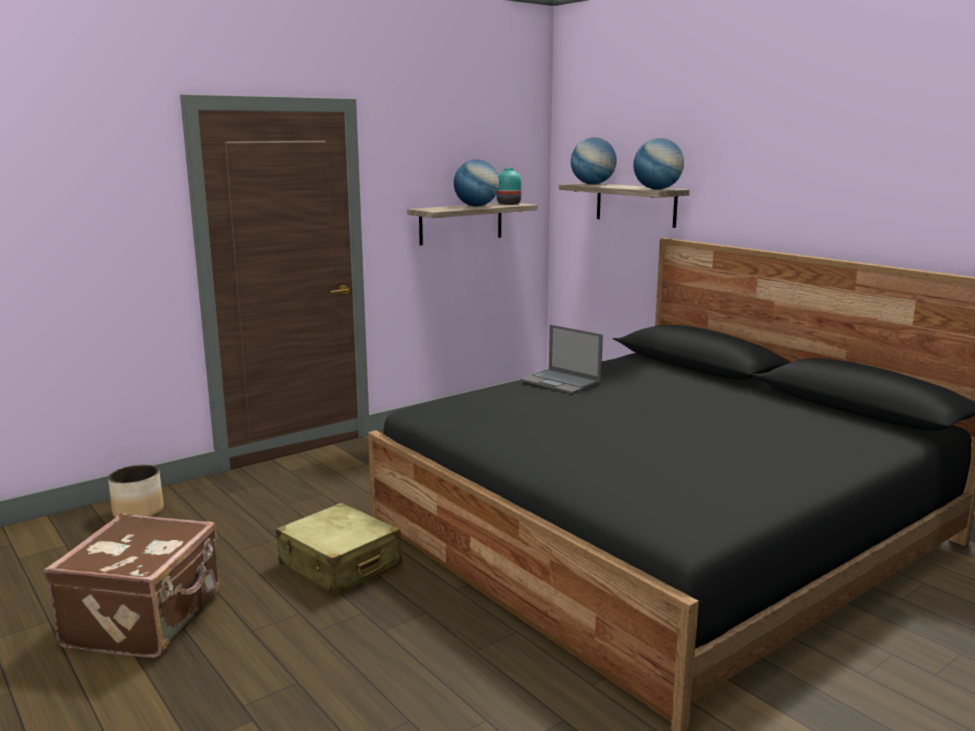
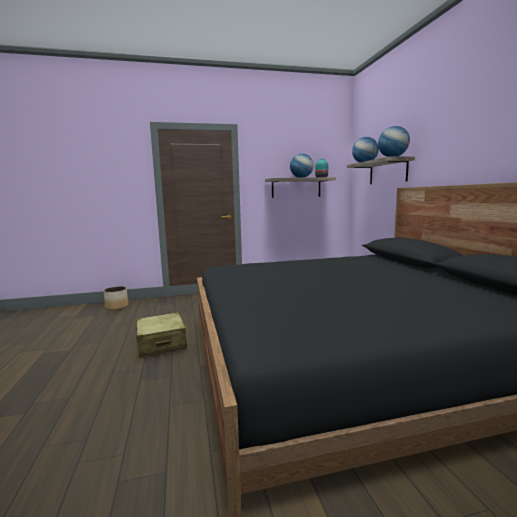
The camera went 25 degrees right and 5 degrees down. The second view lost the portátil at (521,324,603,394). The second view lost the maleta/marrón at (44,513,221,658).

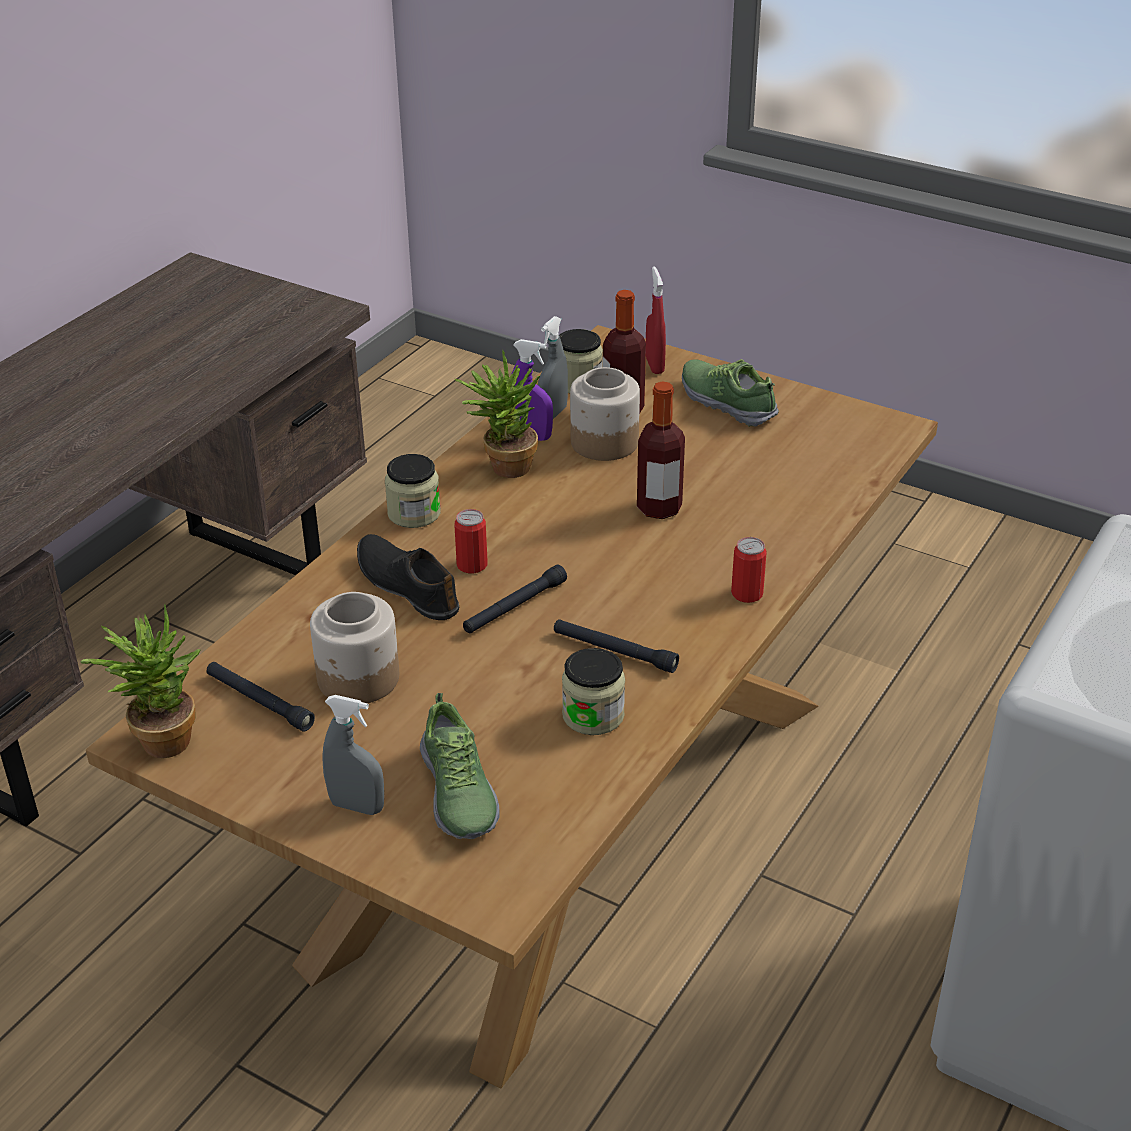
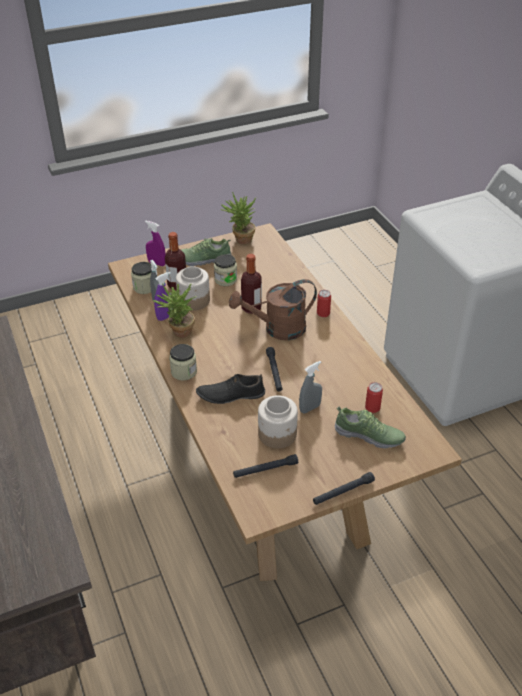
The camera went 55 degrees left and 5 degrees up. What was the pulverizador/rojo at (646,266,666,374) turned into the pulverizador/morado at (145,221,166,266). The lata ended up elsewhere, having gone from (454,509,488,573) to (365,382,383,413). The planta en maceta ended up elsewhere, having gone from (80,604,201,758) to (220,192,256,244). The linterna/negro ended up elsewhere, having gone from (554,619,679,673) to (313,472,375,505). The tarro ended up elsewhere, having gone from (562,648,625,735) to (214,254,237,286). The pulverizador/gris ended up elsewhere, having gone from (322,695,384,815) to (299,361,322,413). The second view gained the regadera/marrón at (229,279,317,340).

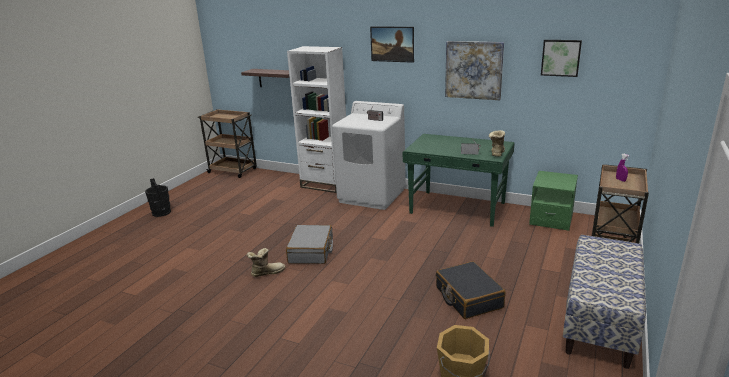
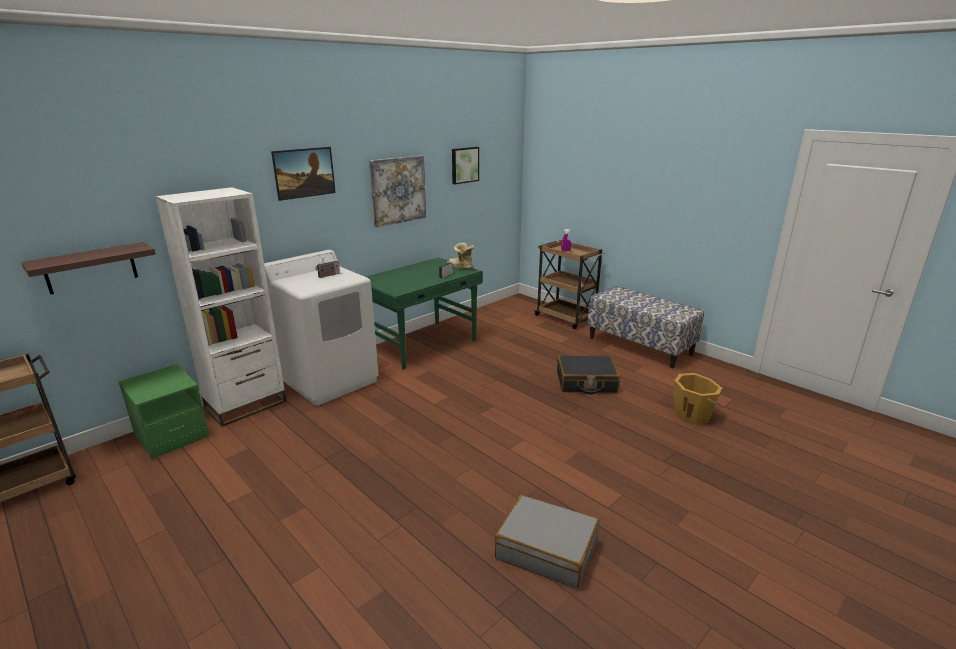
The camera went 70 degrees left and 0 degrees up. The mesita de noche/verde ended up elsewhere, having gone from (529,171,578,231) to (119,364,210,459). The second view lost the cubo/negro at (145,178,171,217). The maleta/gris ended up elsewhere, having gone from (286,225,333,264) to (495,495,599,588). The second view lost the bota at (246,248,285,277).

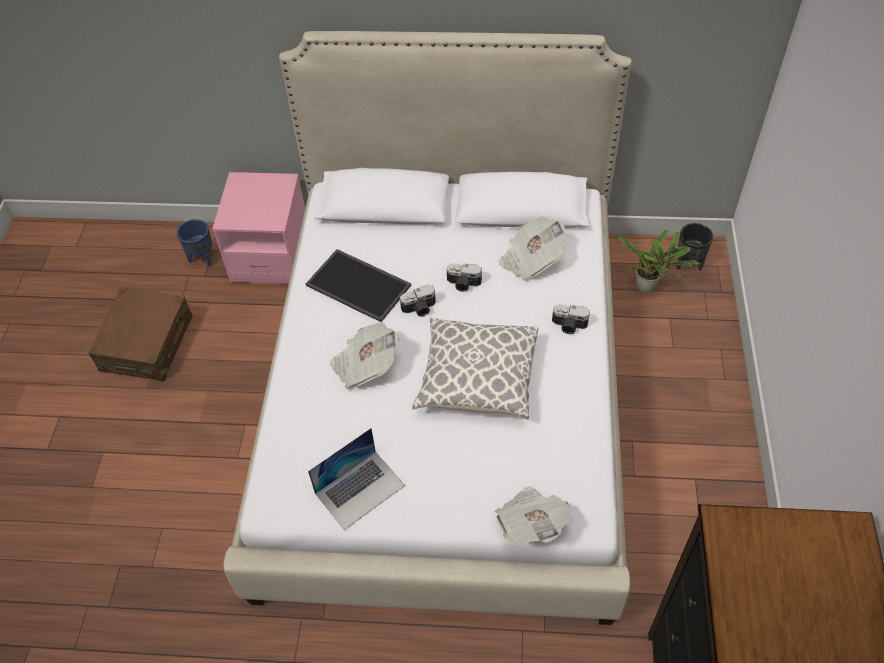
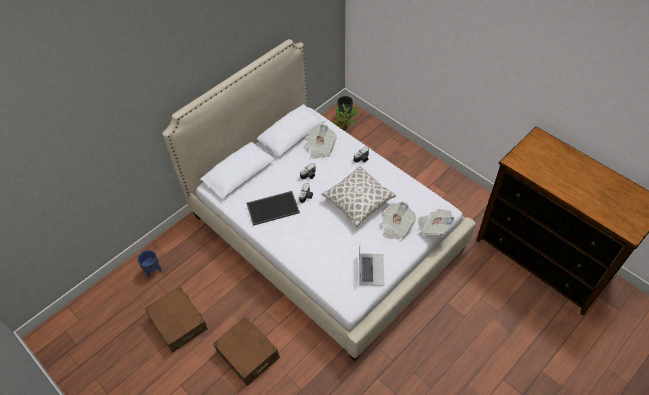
The camera went 50 degrees left and 0 degrees up. The second view lost the mesita de noche/rosa at (212,172,305,284). The periódico ended up elsewhere, having gone from (330,322,399,389) to (381,202,416,240). The second view gained the maleta/marrón at (213,316,280,386).

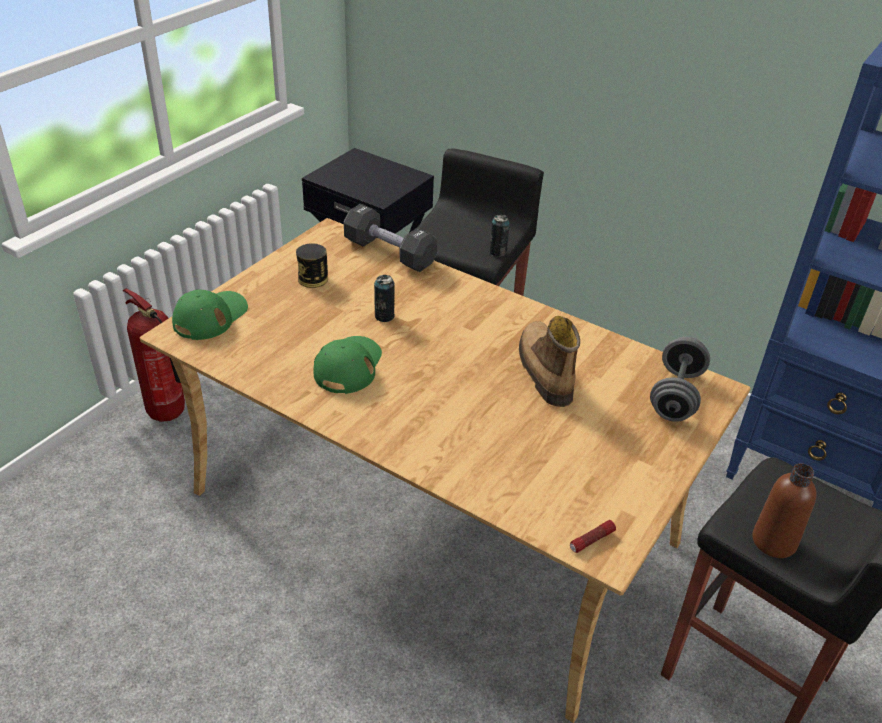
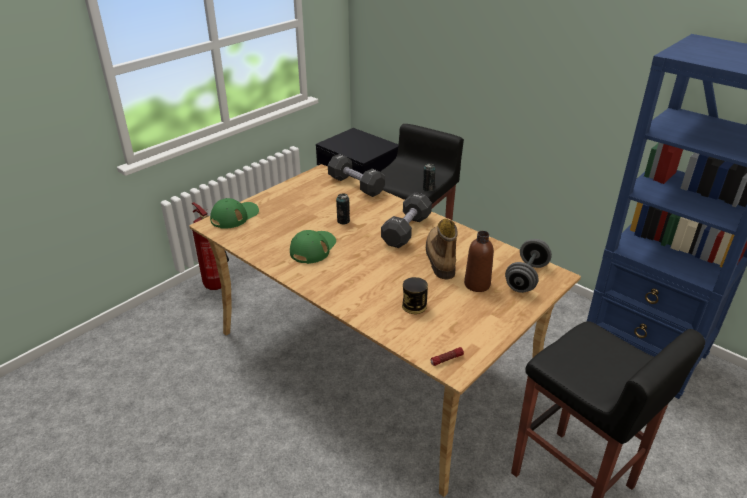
The camera went 10 degrees right and 5 degrees down. The lata ended up elsewhere, having gone from (296,243,328,288) to (402,277,428,314). The botella/marrón ended up elsewhere, having gone from (752,463,817,558) to (464,231,494,292). The second view gained the mancuerna/negro at (381,192,432,248).

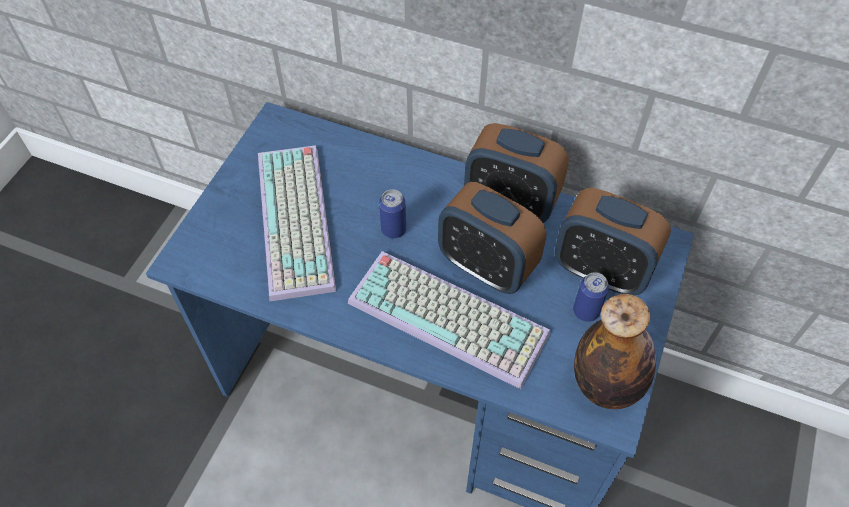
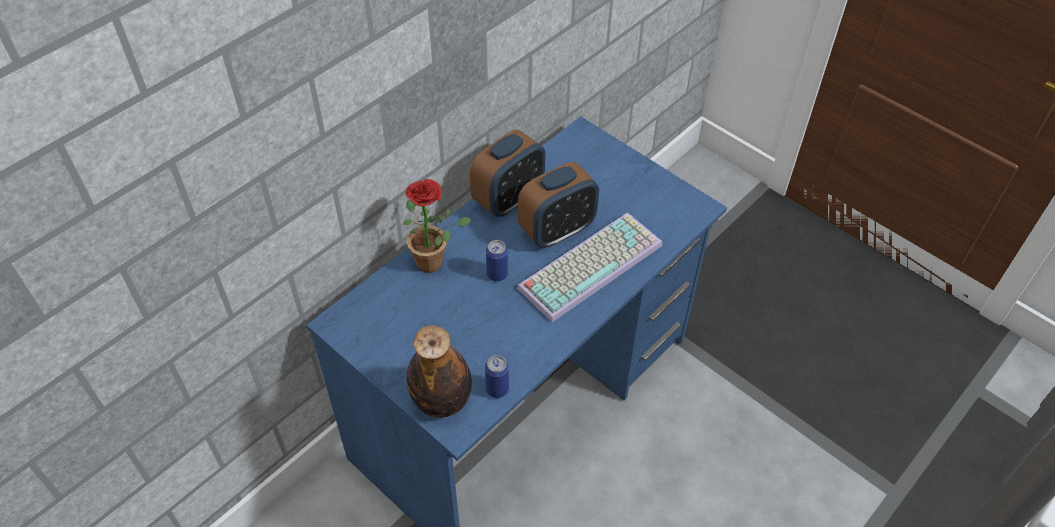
The camera went 70 degrees left and 5 degrees down. The second view lost the teclado at (258,145,336,301). The second view lost the despertador at (555,188,671,296). The lata ended up elsewhere, having gone from (573,272,609,322) to (485,355,509,398). The botella ended up elsewhere, having gone from (574,294,656,409) to (407,325,472,418). The second view gained the planta en maceta at (403,179,471,273).

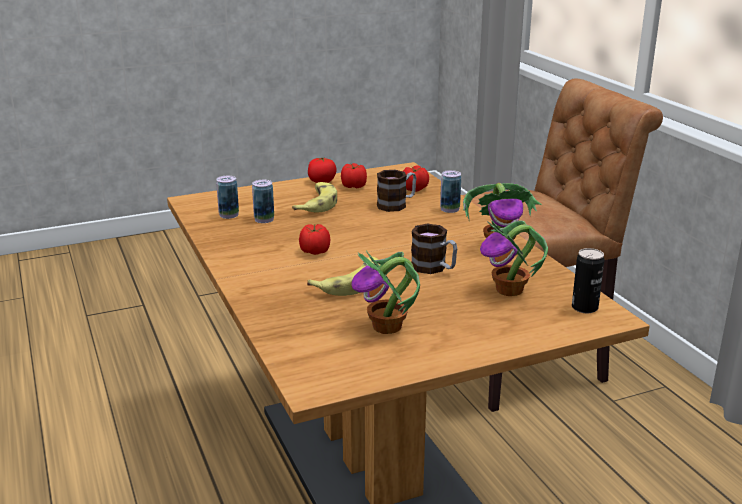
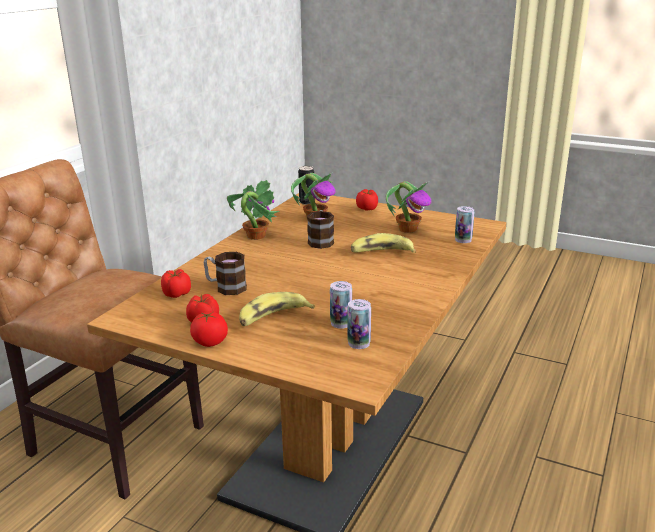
The camera went 130 degrees left and 0 degrees up. The lata ended up elsewhere, having gone from (440,170,461,213) to (455,206,474,243). The tomate ended up elsewhere, having gone from (299,224,330,255) to (356,189,378,211).

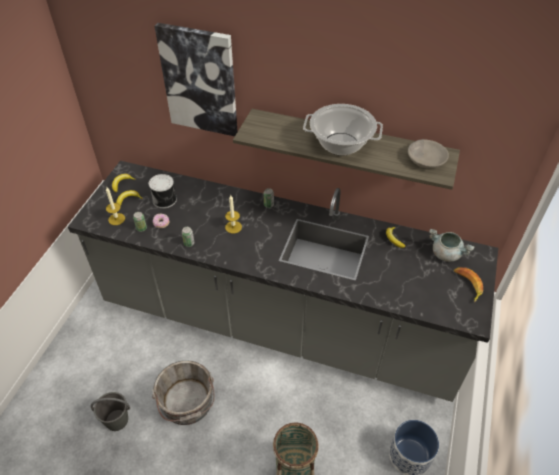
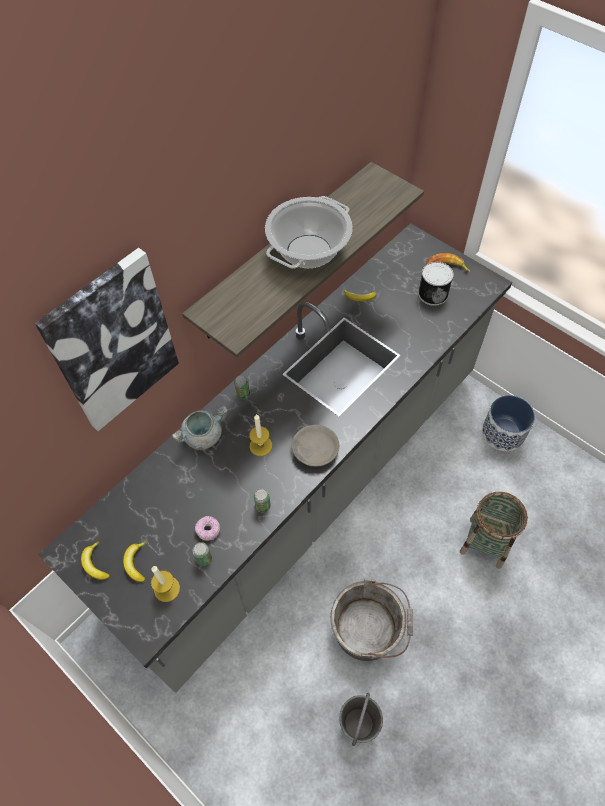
The camera went 65 degrees left and 10 degrees up. The cuenco/gris ended up elsewhere, having gone from (408,139,449,169) to (292,425,339,467). The lata ended up elsewhere, having gone from (149,174,177,208) to (418,262,454,306). The olla/gris ended up elsewhere, having gone from (429,229,475,262) to (172,405,228,450).

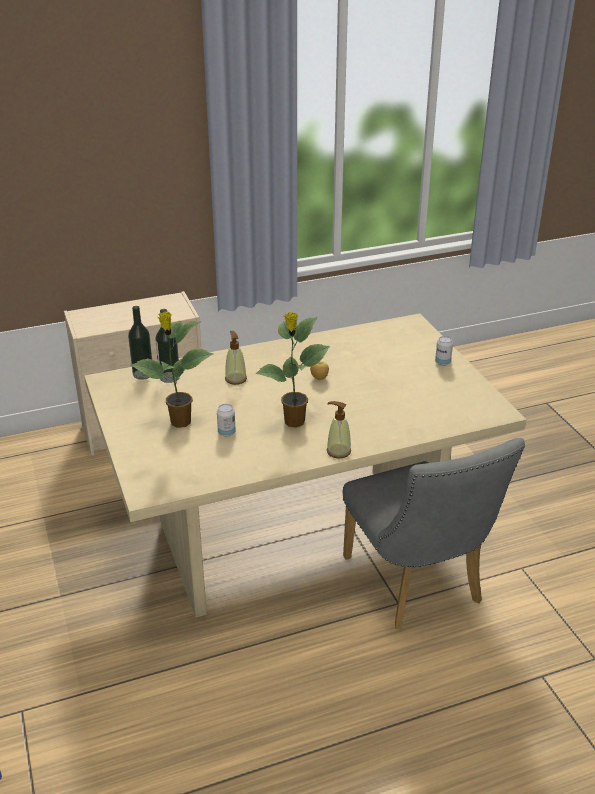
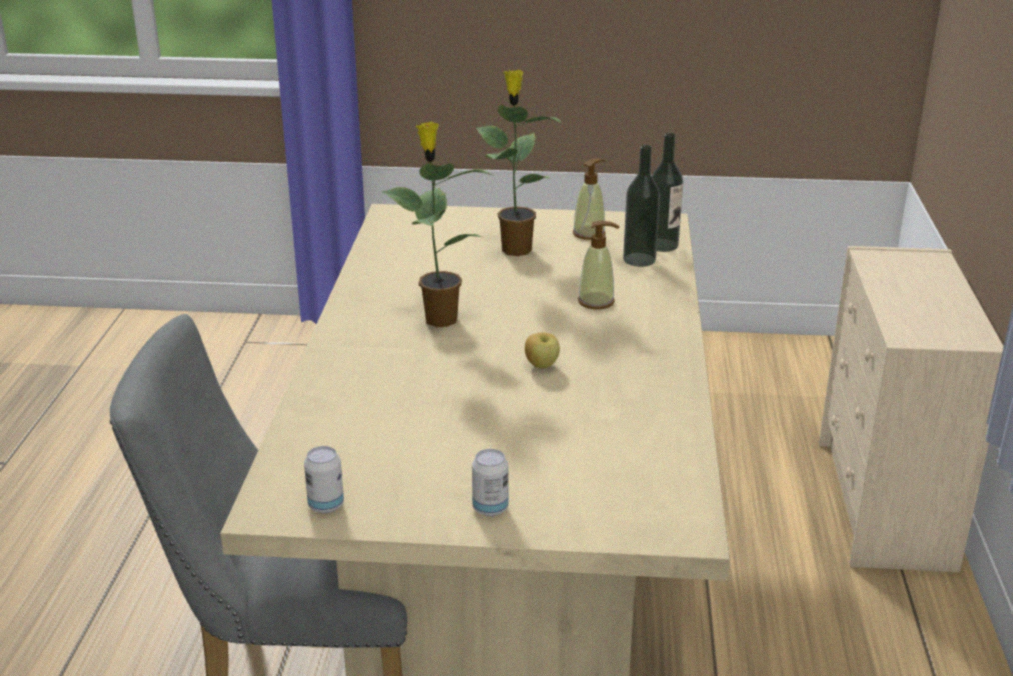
The camera went 115 degrees right and 5 degrees down. The dispensador de jabón ended up elsewhere, having gone from (327,401,351,459) to (573,158,606,240). The lata ended up elsewhere, having gone from (217,404,236,437) to (304,446,344,513).

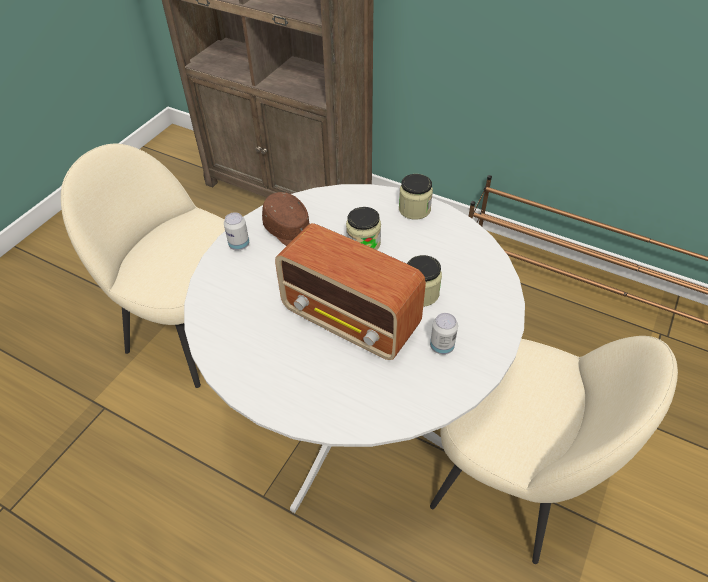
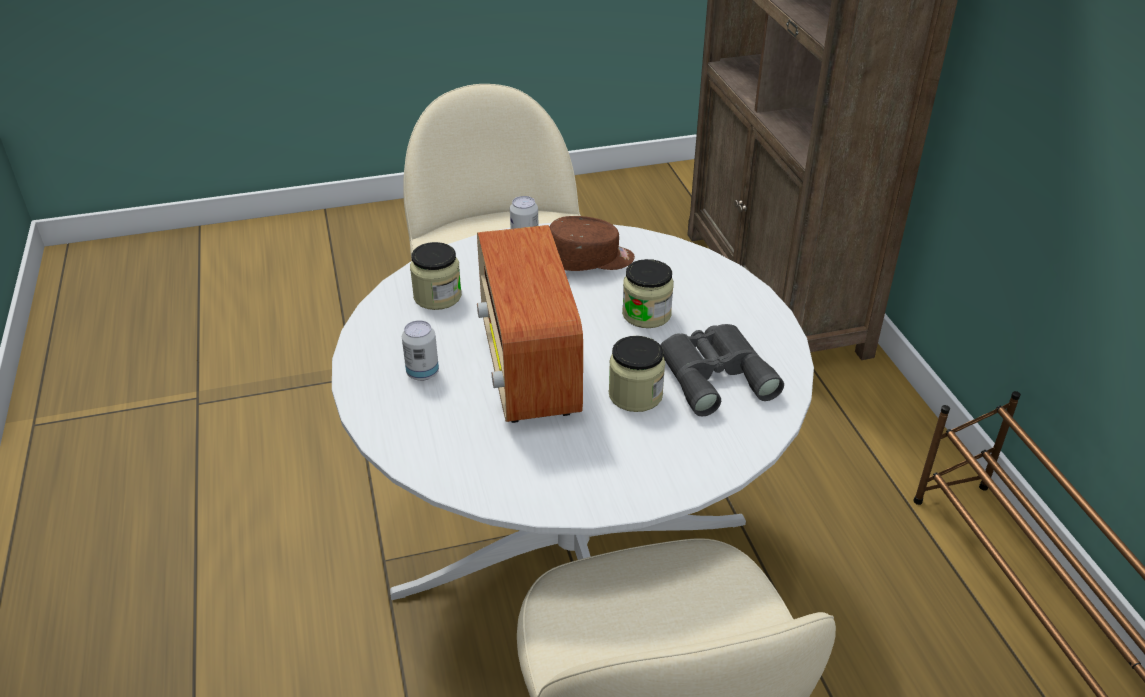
The camera went 45 degrees right and 10 degrees down. The tarro ended up elsewhere, having gone from (399,174,433,220) to (410,242,462,310). The gorra/marrón at (262,192,310,246) ended up facing another way, 105 degrees counterclockwise from before. The lata ended up elsewhere, having gone from (430,313,458,355) to (402,320,439,381). The second view gained the prismáticos/gris at (660,324,784,417).

